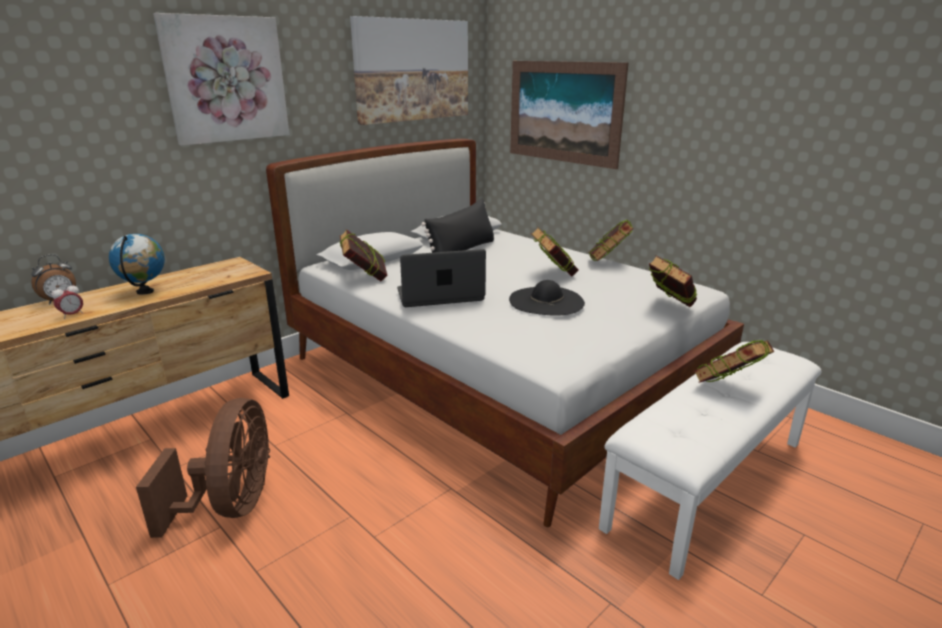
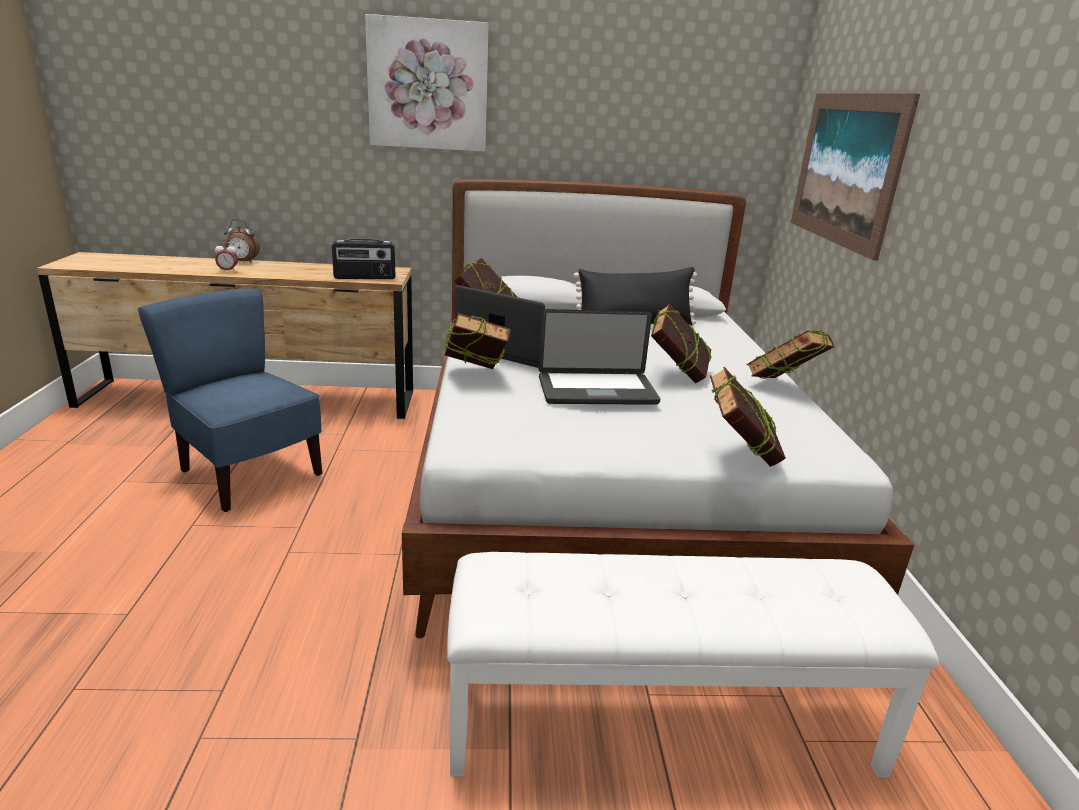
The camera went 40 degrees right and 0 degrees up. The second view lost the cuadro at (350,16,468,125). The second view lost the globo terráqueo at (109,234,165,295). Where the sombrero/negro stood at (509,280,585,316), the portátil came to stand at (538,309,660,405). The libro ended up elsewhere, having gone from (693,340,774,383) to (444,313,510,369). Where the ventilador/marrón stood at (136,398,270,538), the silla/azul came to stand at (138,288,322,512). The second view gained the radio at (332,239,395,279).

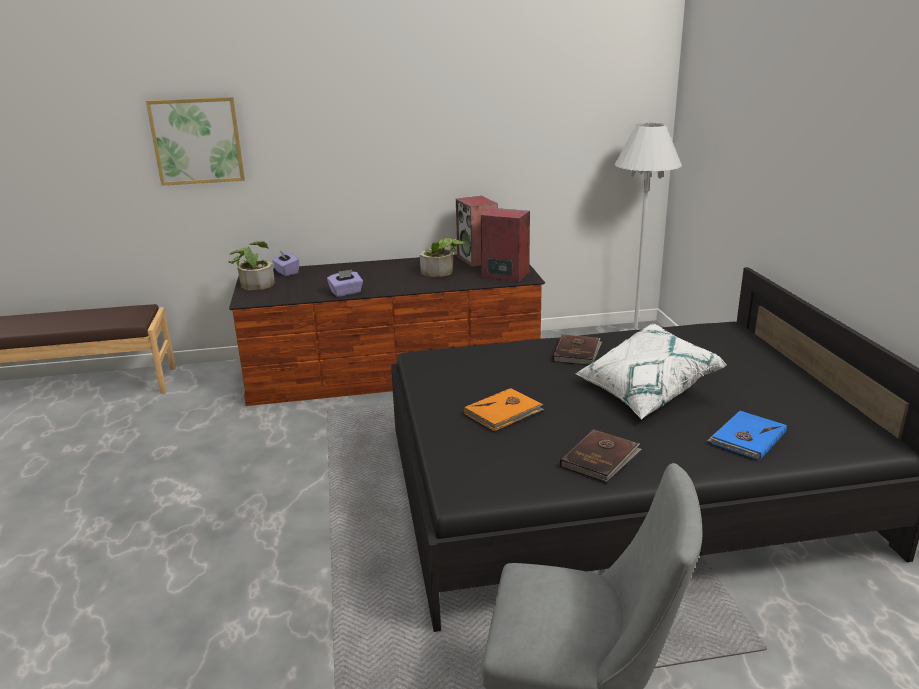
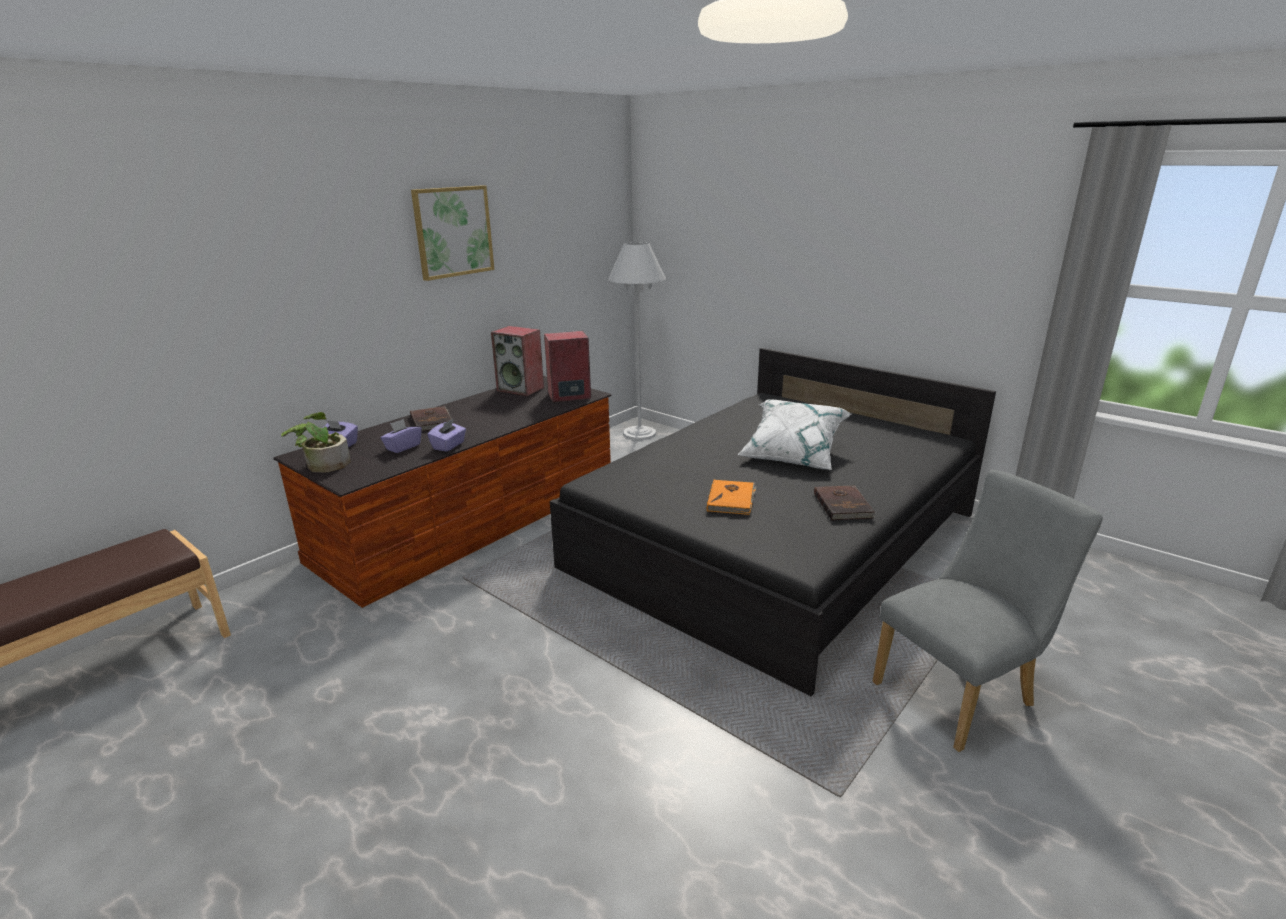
The camera went 40 degrees left and 0 degrees up. The cuadro ended up elsewhere, having gone from (146,97,245,186) to (411,185,494,281). The second view lost the planta en maceta at (420,238,466,277). The libro/marrón ended up elsewhere, having gone from (552,334,602,365) to (410,406,452,432). The second view lost the libro/azul at (707,411,787,461). The second view gained the caja de pañuelos/morado at (380,419,422,453).

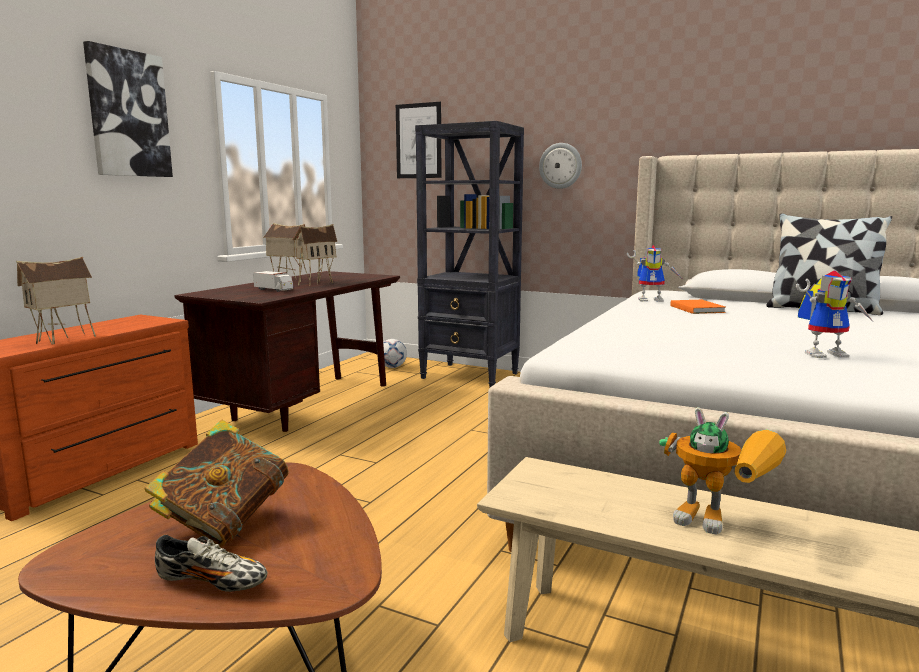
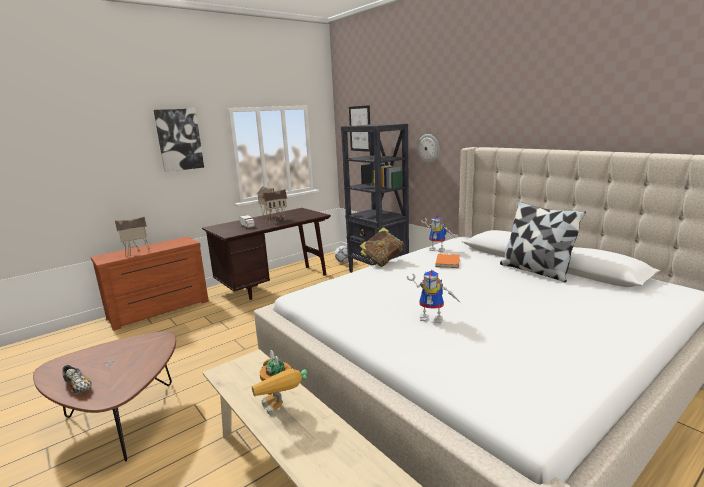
The camera went 25 degrees right and 5 degrees up. The libro ended up elsewhere, having gone from (145,420,289,547) to (360,227,404,267).

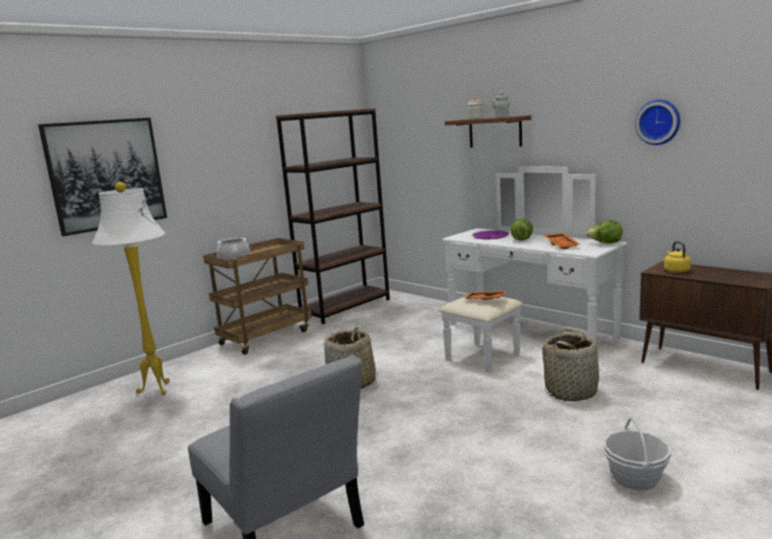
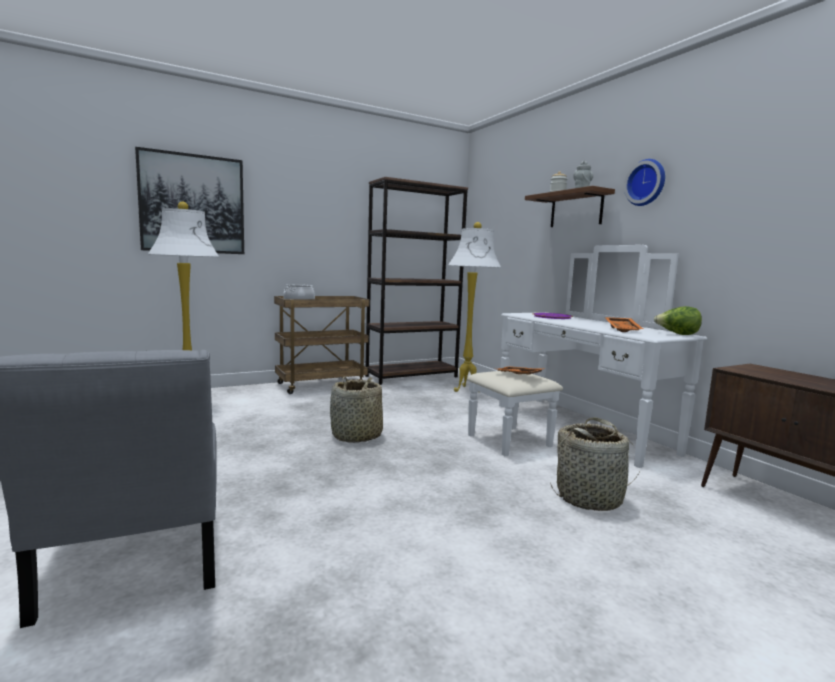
The camera went 15 degrees right and 5 degrees down. The reloj de pared ended up elsewhere, having gone from (635,100,680,145) to (624,159,665,206). The second view lost the lechuga at (511,218,533,241). The second view lost the hervidor/amarillo at (664,241,691,273). The second view lost the cesta at (602,417,671,490). The second view gained the lámpara de pie/blanco at (448,222,501,392).

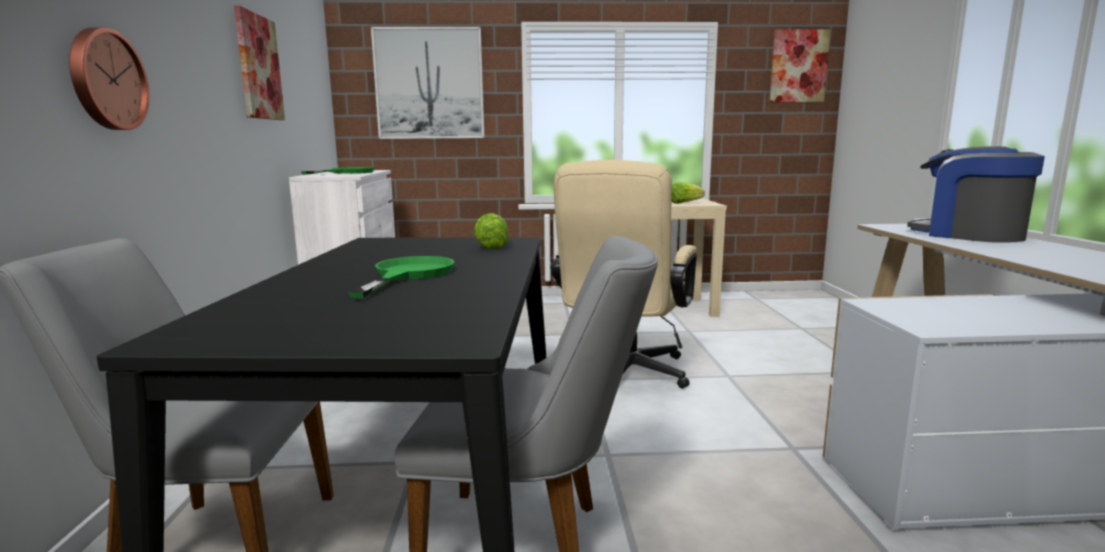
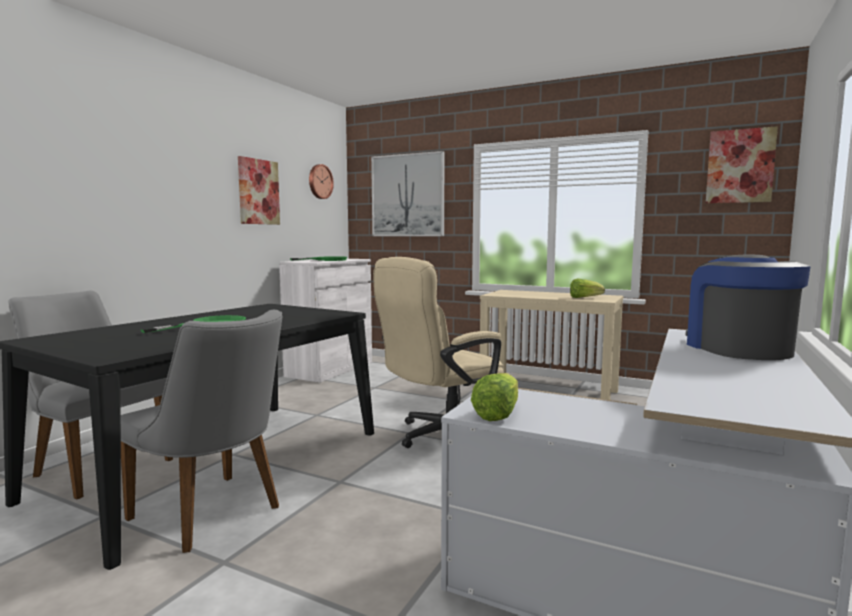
The camera went 30 degrees right and 5 degrees down. The reloj de pared ended up elsewhere, having gone from (69,27,150,130) to (309,164,334,199). The lechuga ended up elsewhere, having gone from (474,213,509,249) to (471,373,518,421).

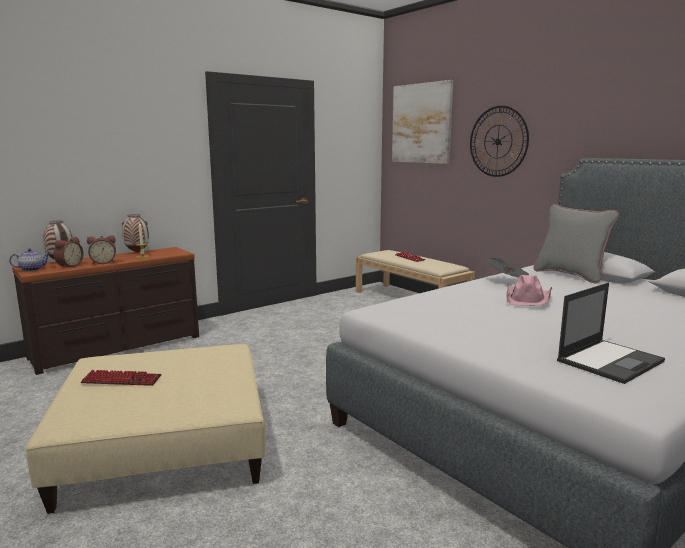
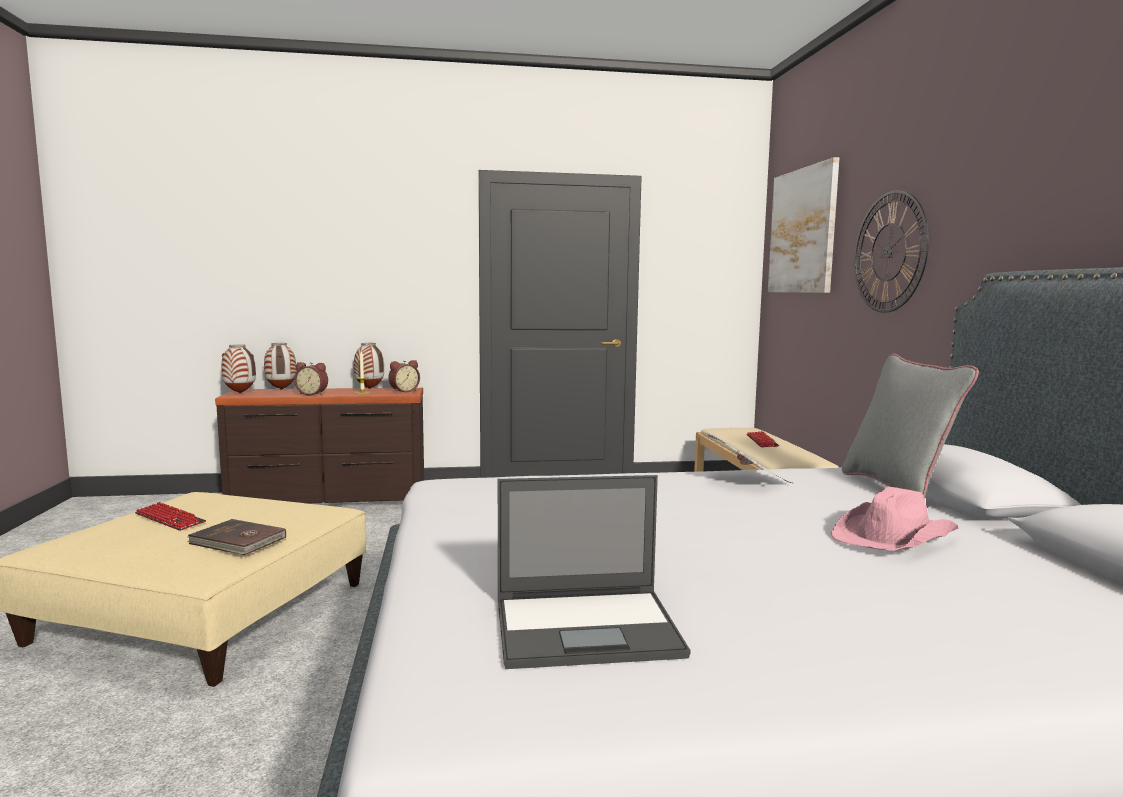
The camera went 30 degrees right and 5 degrees down. The despertador ended up elsewhere, having gone from (54,237,84,269) to (388,360,420,393). Where the tetera stood at (9,248,51,271), the florero came to stand at (221,344,256,393). The sombrero/rosa ended up elsewhere, having gone from (506,275,552,306) to (830,487,958,551). The second view gained the libro/marrón at (187,519,286,555).

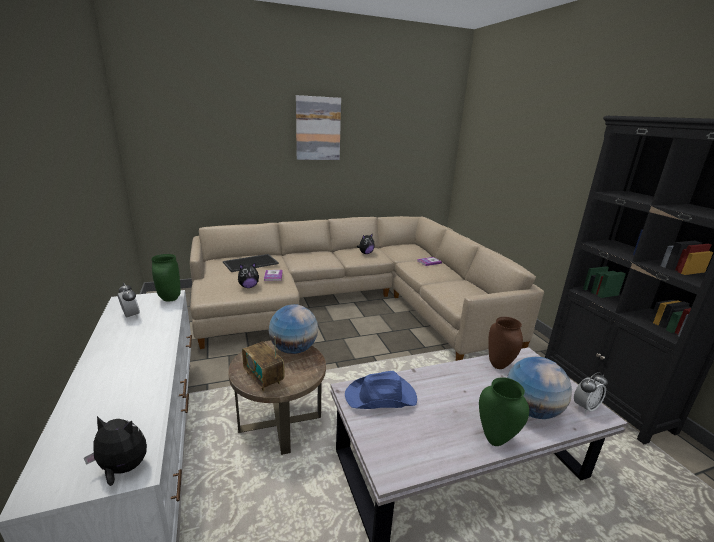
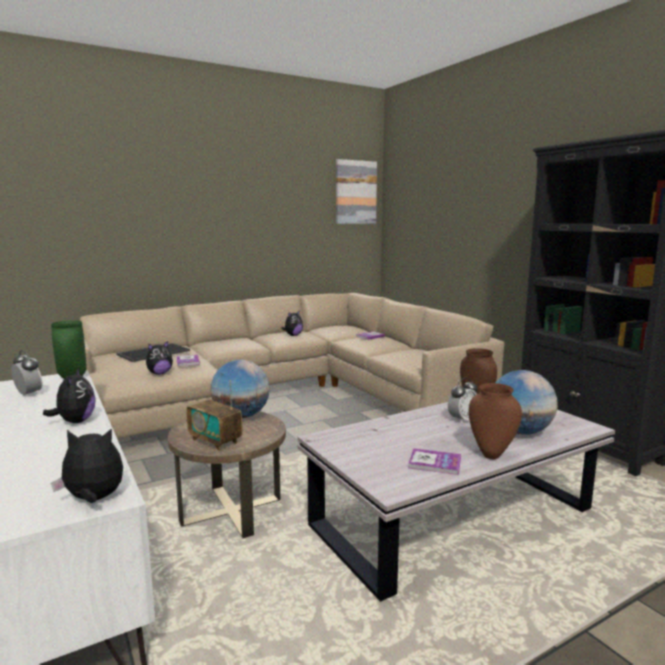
The camera went 10 degrees left and 10 degrees down. The cuadro ended up elsewhere, having gone from (296,95,341,160) to (336,159,377,224). The second view lost the sombrero/azul at (345,371,417,409). The despertador ended up elsewhere, having gone from (574,372,608,413) to (448,378,478,424). What was the florero/verde at (479,377,529,446) turned into the florero/marrón at (469,383,522,459). The second view gained the peluche at (43,368,96,423). The second view gained the libro at (408,448,461,475).

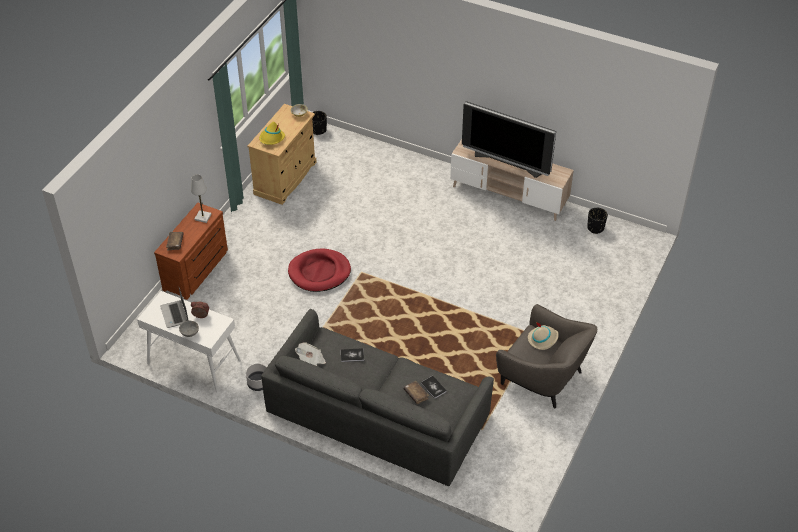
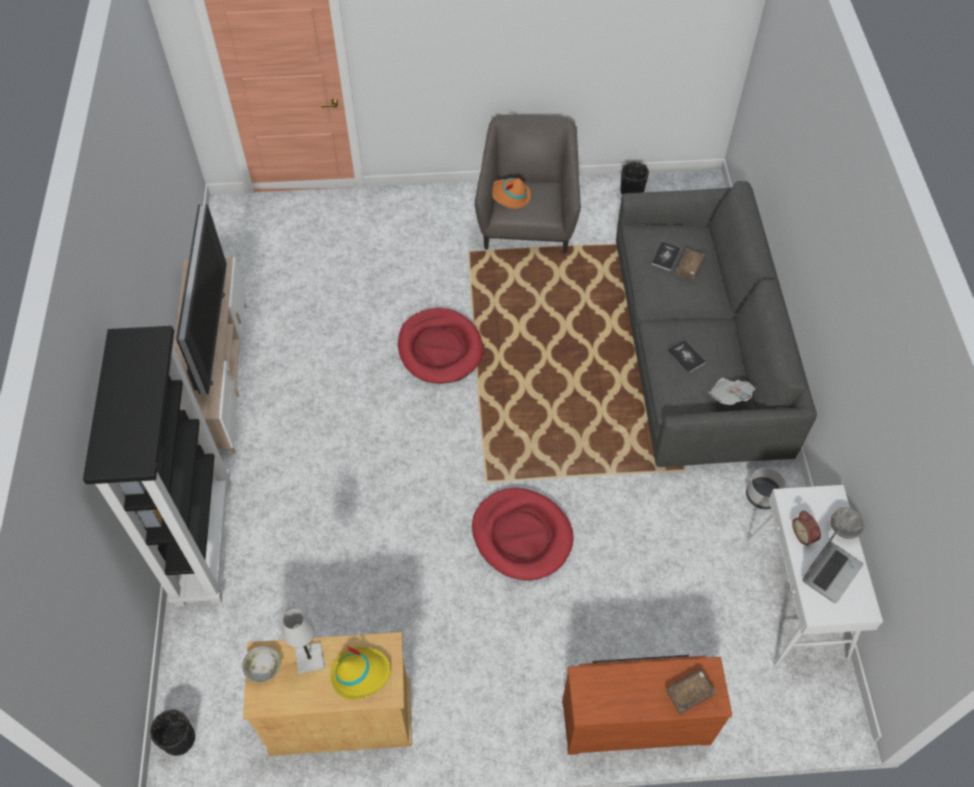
The camera went 120 degrees left and 10 degrees up. The lámpara de mesa/blanco ended up elsewhere, having gone from (191,174,212,223) to (282,609,325,674). The maceta/negro ended up elsewhere, having gone from (587,208,608,234) to (620,162,649,194). What was the sombrero/beis at (528,322,559,350) turned into the sombrero/naranja at (492,178,531,209). The second view gained the cama para perro/rojo at (398,308,483,384). The second view gained the estantería/negro at (83,326,231,606).

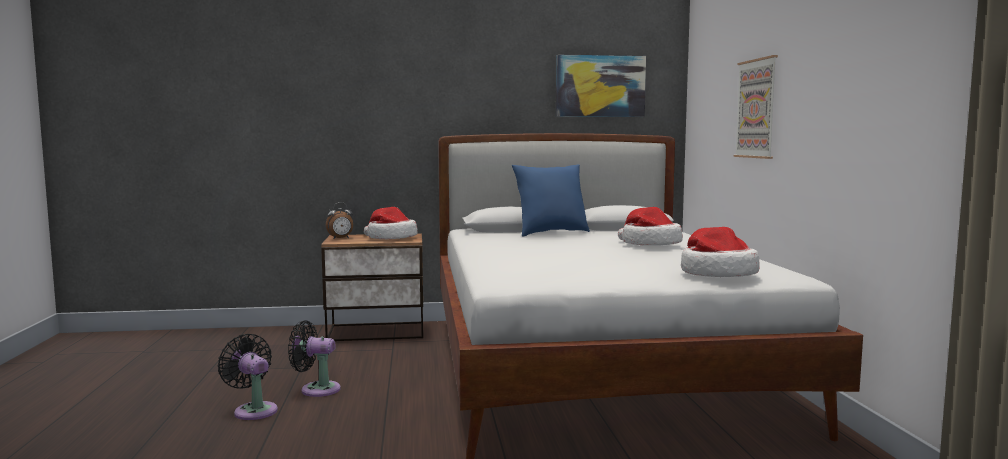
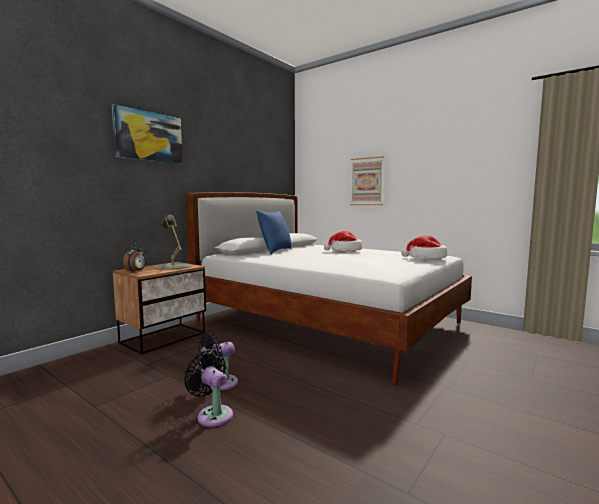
The camera went 45 degrees left and 0 degrees up. The cuadro ended up elsewhere, having gone from (556,55,646,117) to (112,104,183,164). Where the sombrero stood at (364,207,418,239), the lámpara de mesa/gris came to stand at (155,214,191,270). The ventilador/negro at (218,334,278,420) ended up facing another way, 45 degrees clockwise from before.

